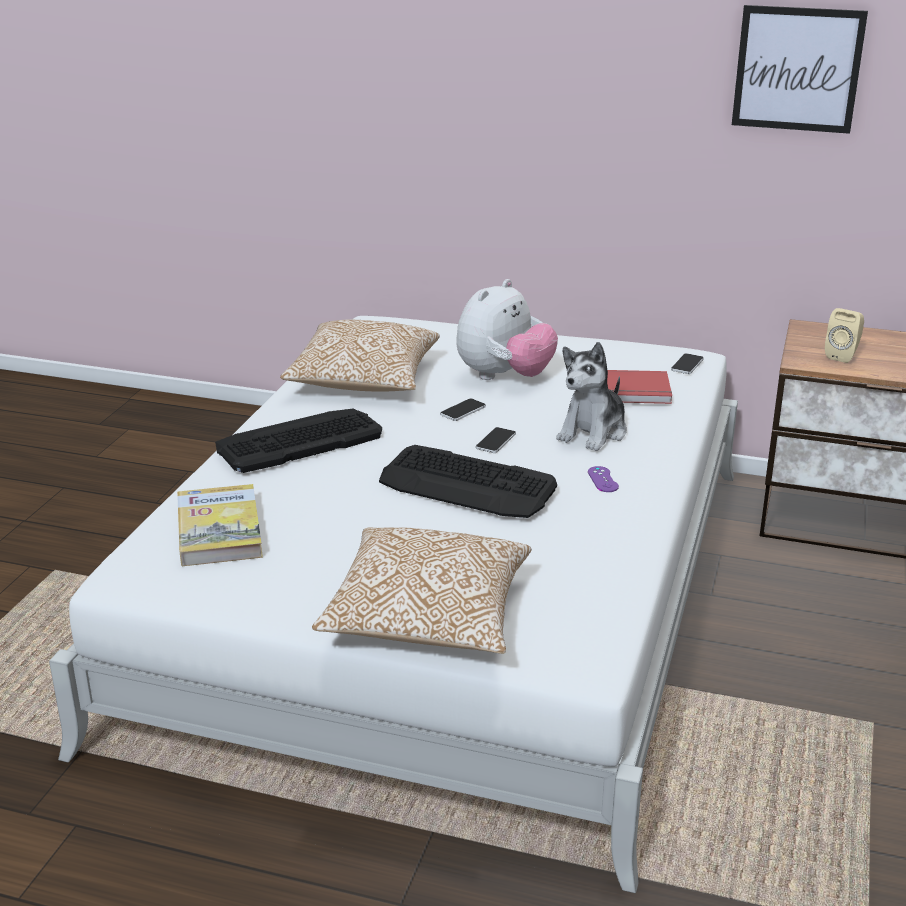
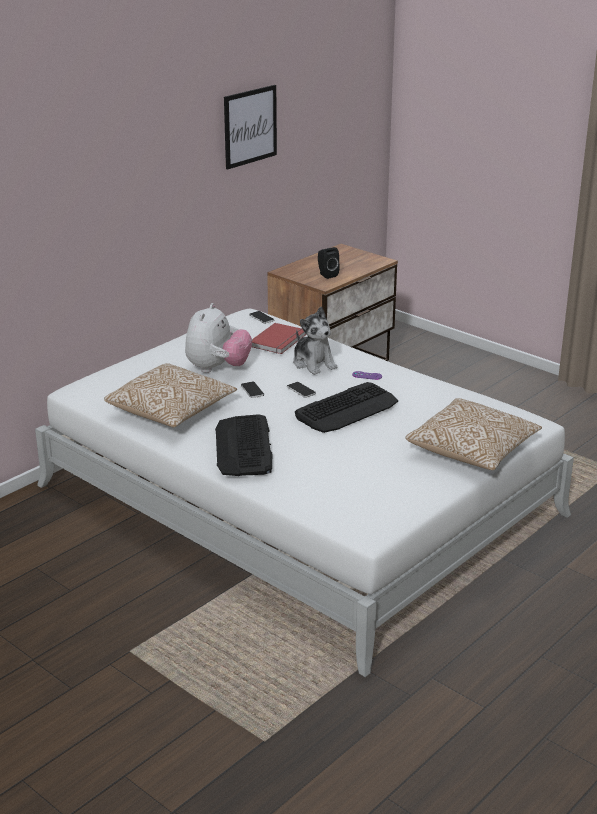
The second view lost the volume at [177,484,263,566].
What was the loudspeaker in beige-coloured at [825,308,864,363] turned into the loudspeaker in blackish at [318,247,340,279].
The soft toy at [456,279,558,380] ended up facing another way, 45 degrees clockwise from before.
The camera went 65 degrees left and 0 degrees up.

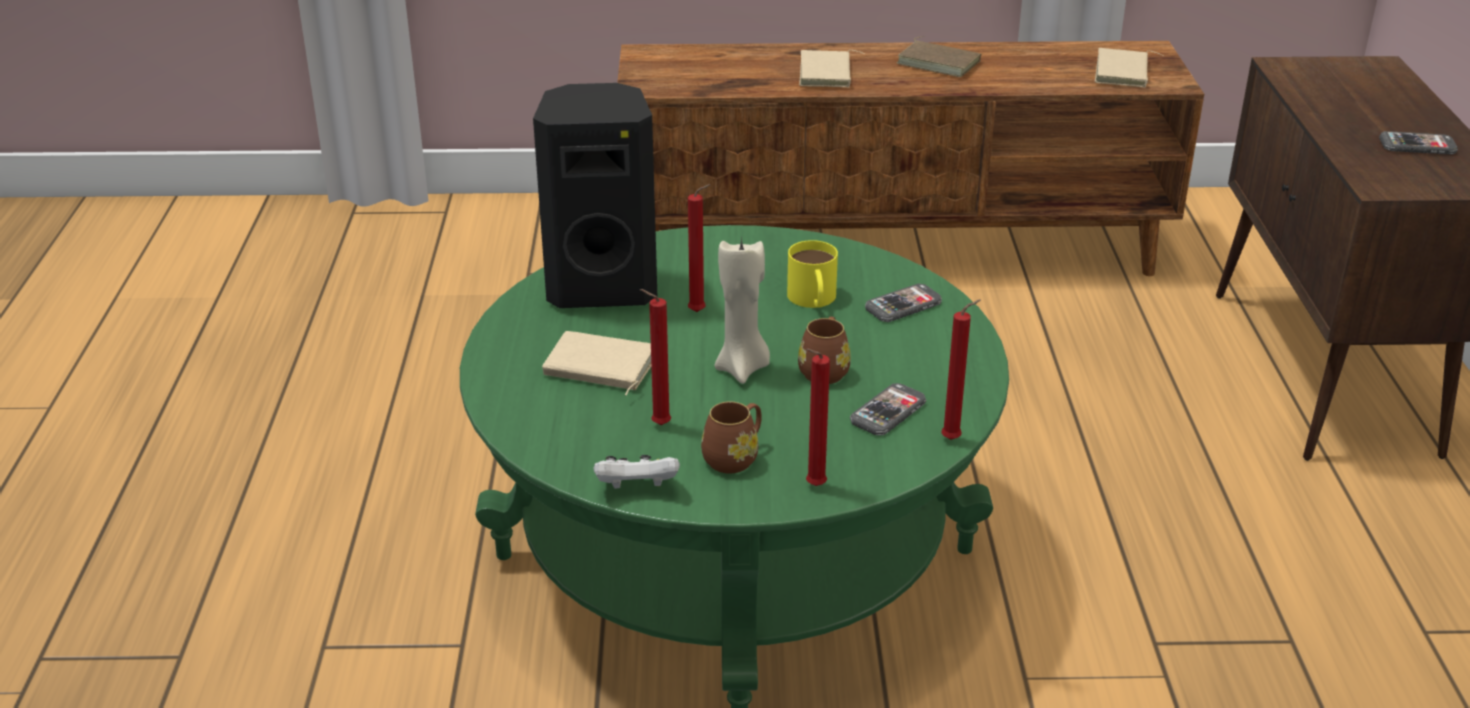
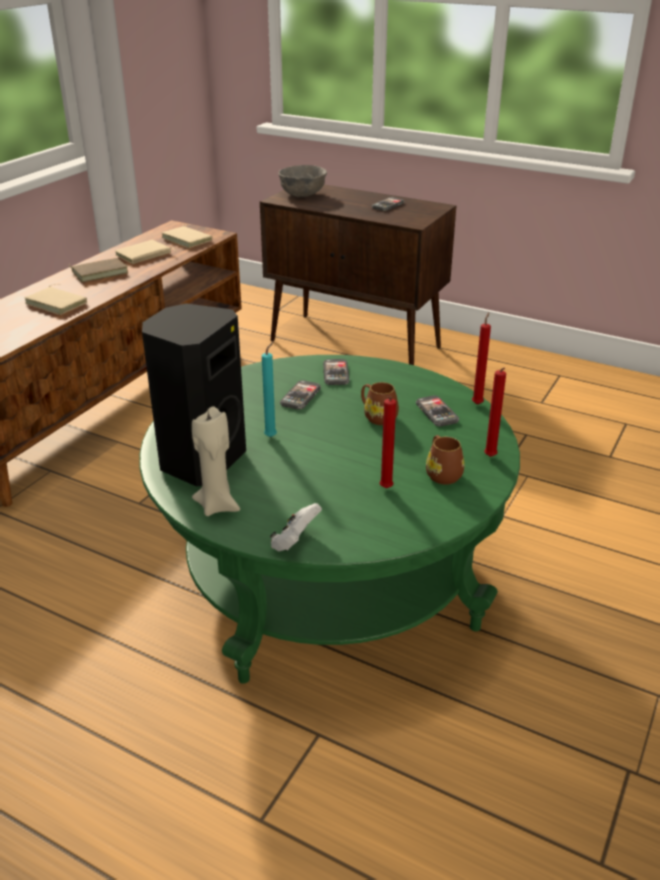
The second view gained the bowl in gray at [278,165,327,197].
The volume in beige-coloured ended up elsewhere, having gone from [542,331,651,396] to [115,240,176,264].
The game controller in whitish ended up elsewhere, having gone from [594,455,680,489] to [270,503,322,551].
The wax candle in beige-coloured ended up elsewhere, having gone from [715,236,770,384] to [192,406,240,516].
Where the coffee mug in yellow-coloured stood at [787,240,838,308], the handset came to stand at [280,380,321,410].
What was the wax candle in red at [688,184,711,312] turned into the wax candle in blue-green at [262,341,277,437].
The camera went 60 degrees left and 0 degrees up.

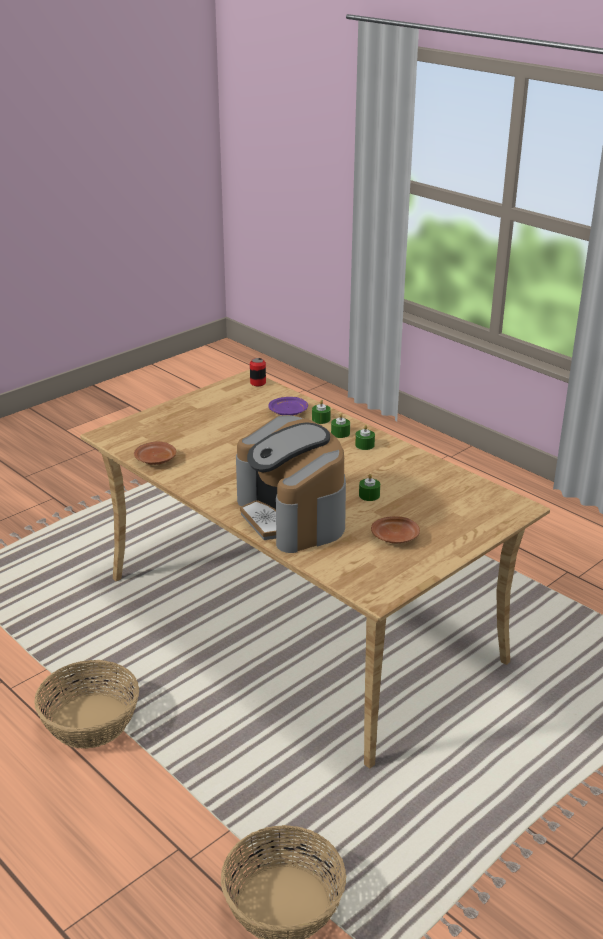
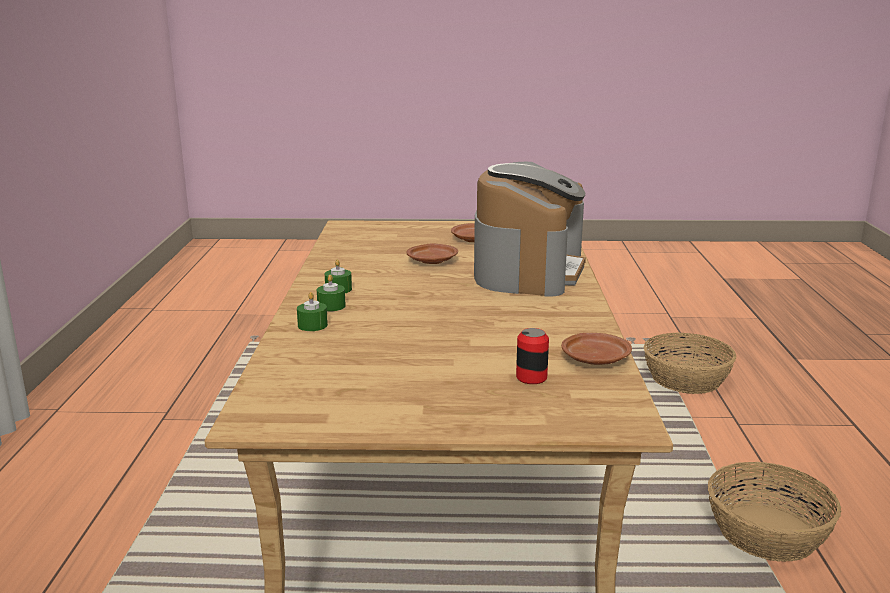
The second view lost the plate in purple at [268,397,308,415].
The metal can ended up elsewhere, having gone from [250,358,266,386] to [516,328,549,384].
Where the wax candle in greenish stood at [359,474,380,501], the plate in brown came to stand at [406,244,458,264].
The camera went 135 degrees left and 10 degrees down.

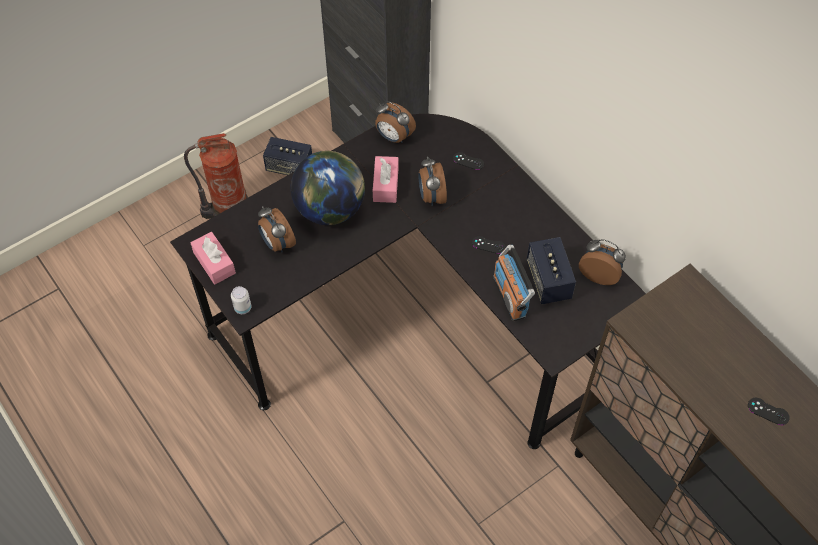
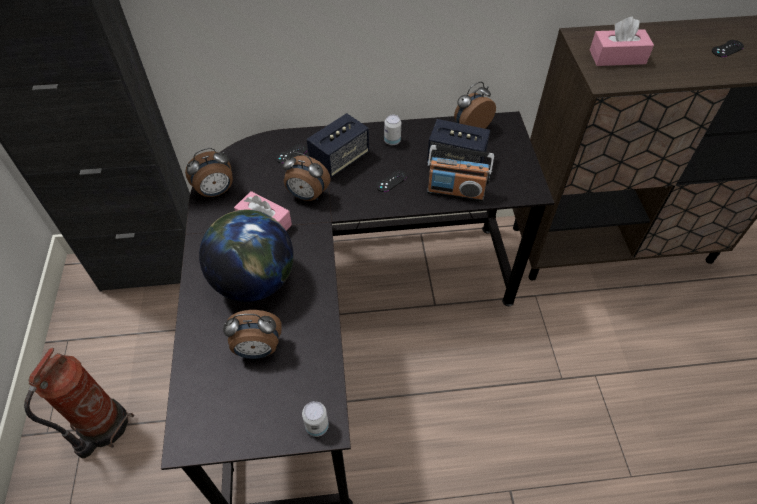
The second view gained the metal can at [384,115,401,145].
The box of tissues in pinkish ended up elsewhere, having gone from [190,232,236,284] to [590,17,654,66].
The loudspeaker ended up elsewhere, having gone from [263,137,312,175] to [307,113,369,178].
The camera went 60 degrees left and 5 degrees down.

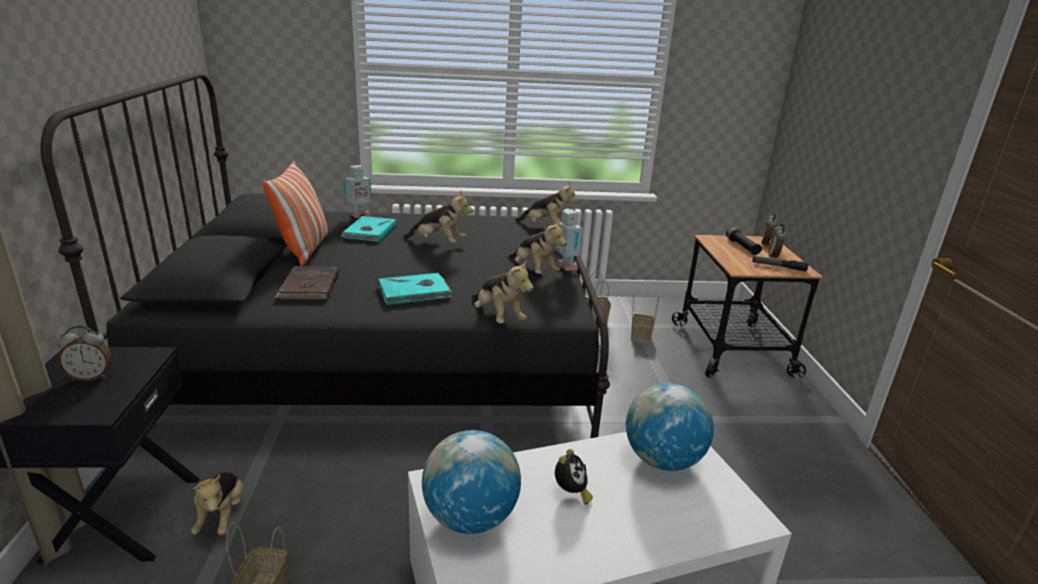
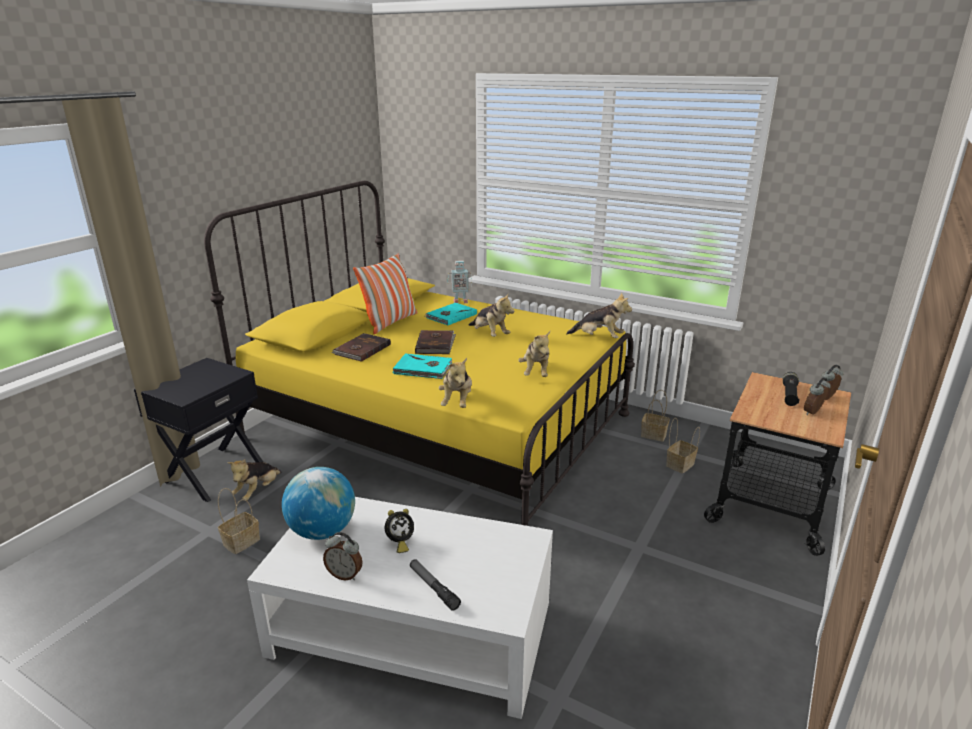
The second view lost the model robot at [555,209,582,271].
The second view lost the world globe at [626,383,714,471].
The second view gained the volume in brown at [415,330,456,354].
The table clock ended up elsewhere, having gone from [57,325,112,381] to [323,532,363,580].
The hand torch ended up elsewhere, having gone from [752,256,808,271] to [410,559,461,611].
What was the bed in blackish at [40,72,610,438] turned into the bed in yellow-coloured at [204,180,635,526].
The soft toy at [515,181,579,225] ended up facing another way, 45 degrees counterclockwise from before.
The camera went 35 degrees right and 0 degrees up.

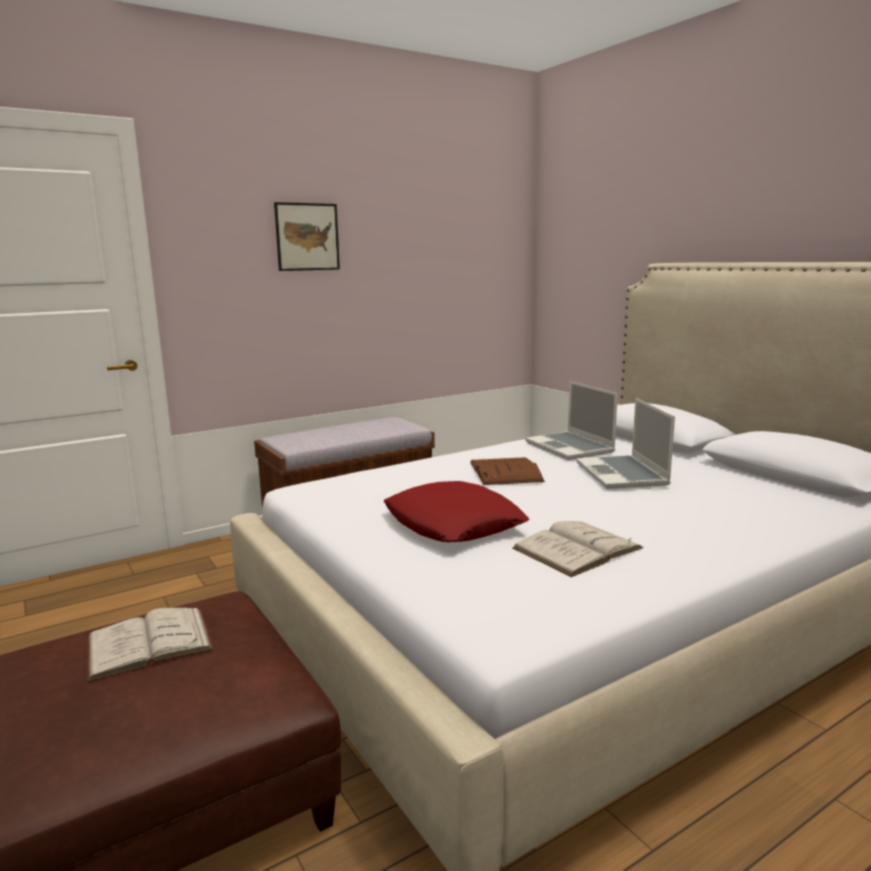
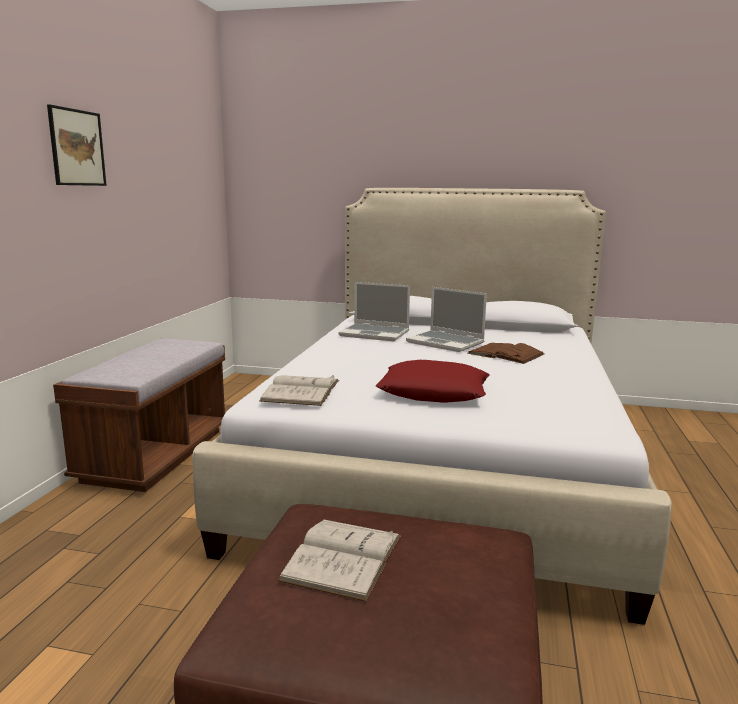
The volume in brown ended up elsewhere, having gone from [470,457,545,485] to [467,343,544,364].
The volume in whitish ended up elsewhere, having gone from [512,521,643,577] to [259,375,339,406].
The camera went 45 degrees left and 0 degrees up.

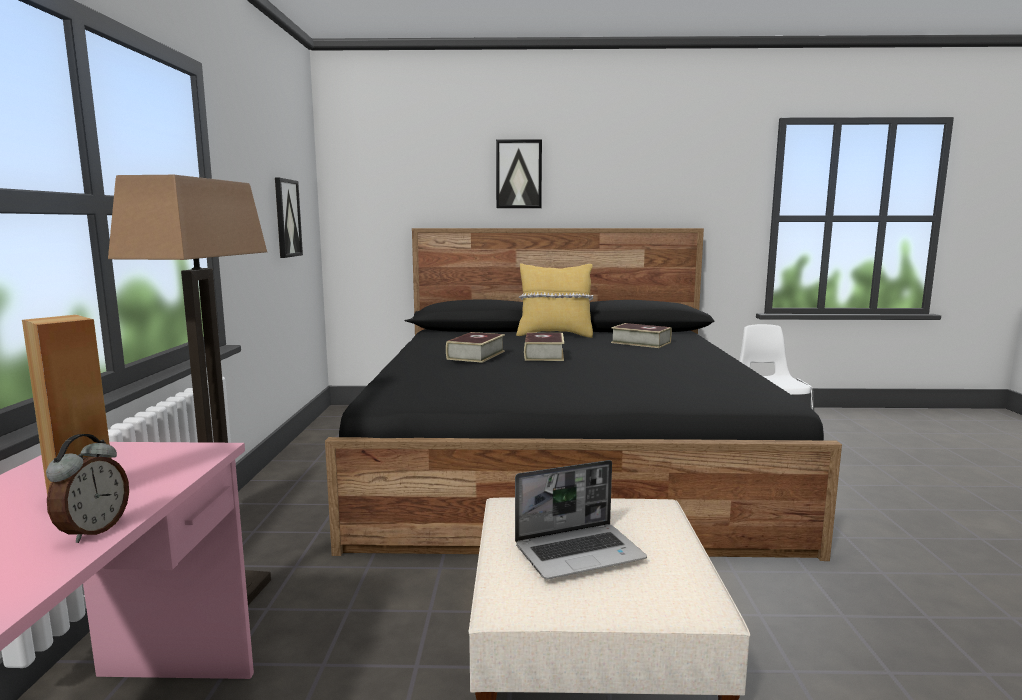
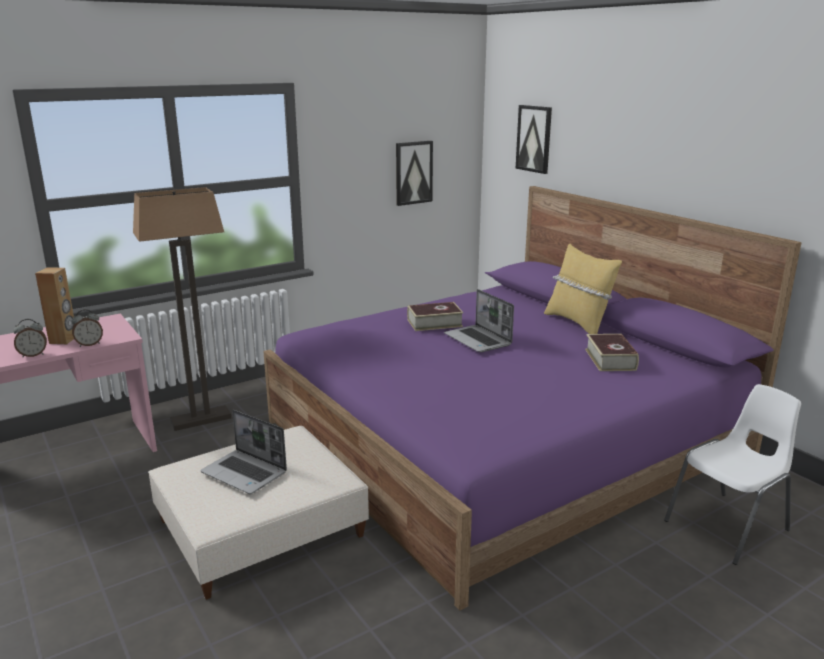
The second view gained the table clock at [72,309,103,347].
The wall picture ended up elsewhere, having gone from [496,139,542,208] to [516,105,552,174].
Where the volume stood at [524,333,564,361], the laptop came to stand at [444,289,514,352].
What was the bed in blackish at [325,228,842,561] turned into the bed in purple at [263,186,802,611].
The camera went 55 degrees right and 10 degrees up.

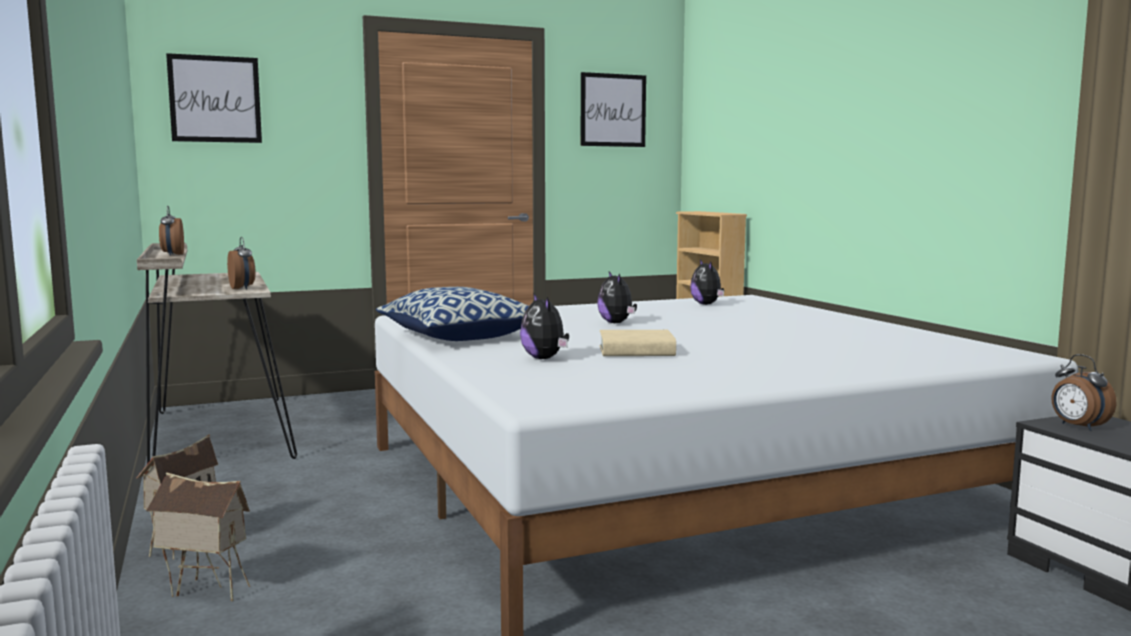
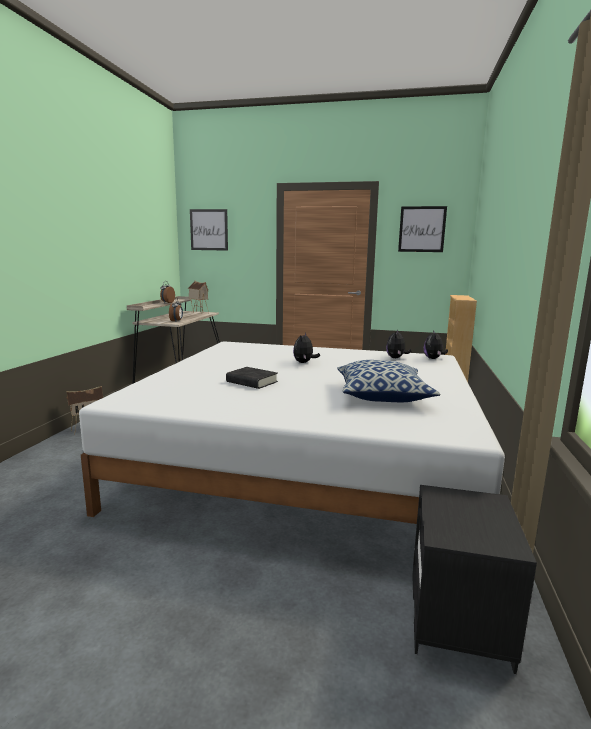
The second view lost the table clock at [1051,354,1116,431].
The miniature house ended up elsewhere, having gone from [146,472,250,601] to [187,281,209,313].
The throw pillow ended up elsewhere, having gone from [376,287,529,341] to [337,360,440,402].
The soft toy ended up elsewhere, having gone from [520,293,569,359] to [424,330,448,359].
What was the volume in beige-coloured at [600,330,676,356] turned into the volume in blackish at [226,367,278,389].
The camera went 35 degrees right and 5 degrees up.

